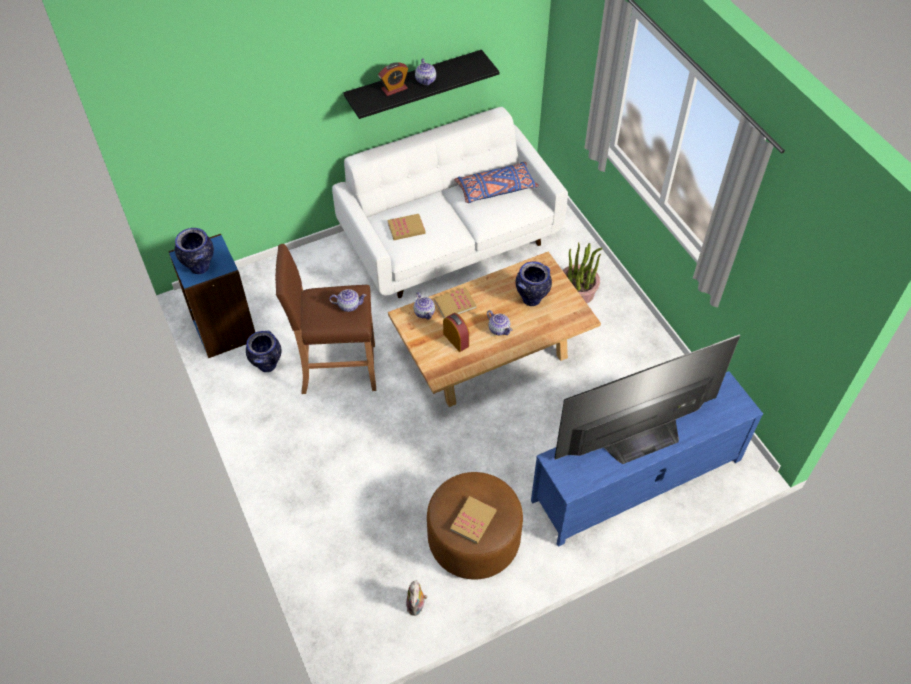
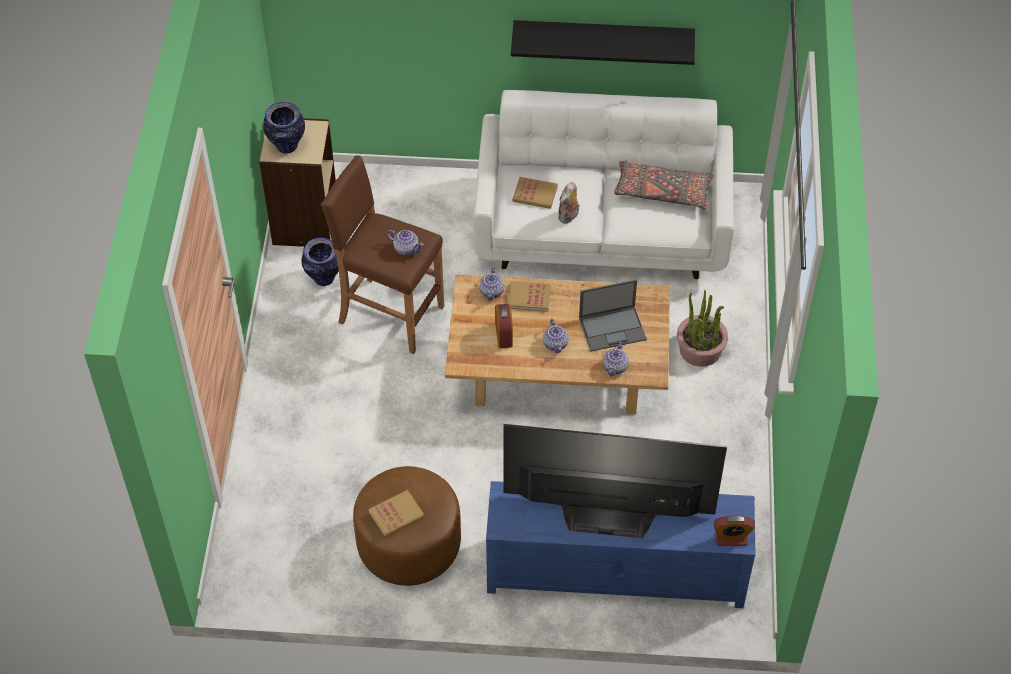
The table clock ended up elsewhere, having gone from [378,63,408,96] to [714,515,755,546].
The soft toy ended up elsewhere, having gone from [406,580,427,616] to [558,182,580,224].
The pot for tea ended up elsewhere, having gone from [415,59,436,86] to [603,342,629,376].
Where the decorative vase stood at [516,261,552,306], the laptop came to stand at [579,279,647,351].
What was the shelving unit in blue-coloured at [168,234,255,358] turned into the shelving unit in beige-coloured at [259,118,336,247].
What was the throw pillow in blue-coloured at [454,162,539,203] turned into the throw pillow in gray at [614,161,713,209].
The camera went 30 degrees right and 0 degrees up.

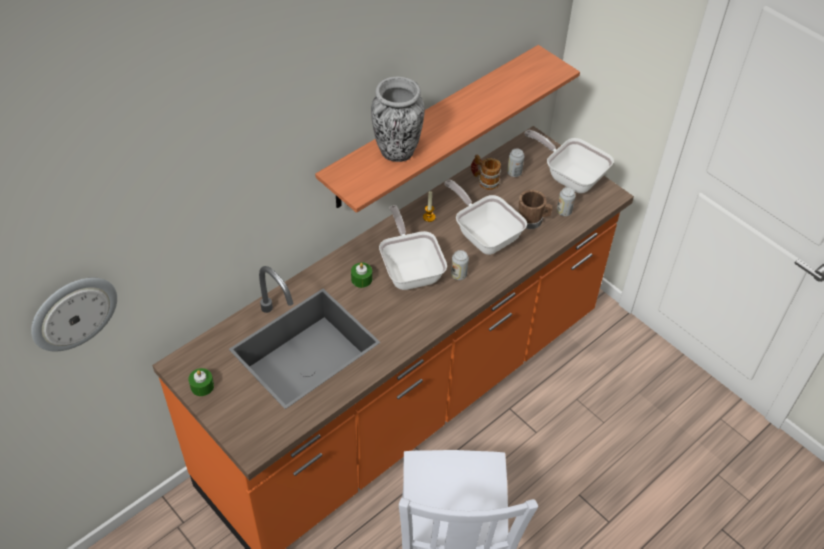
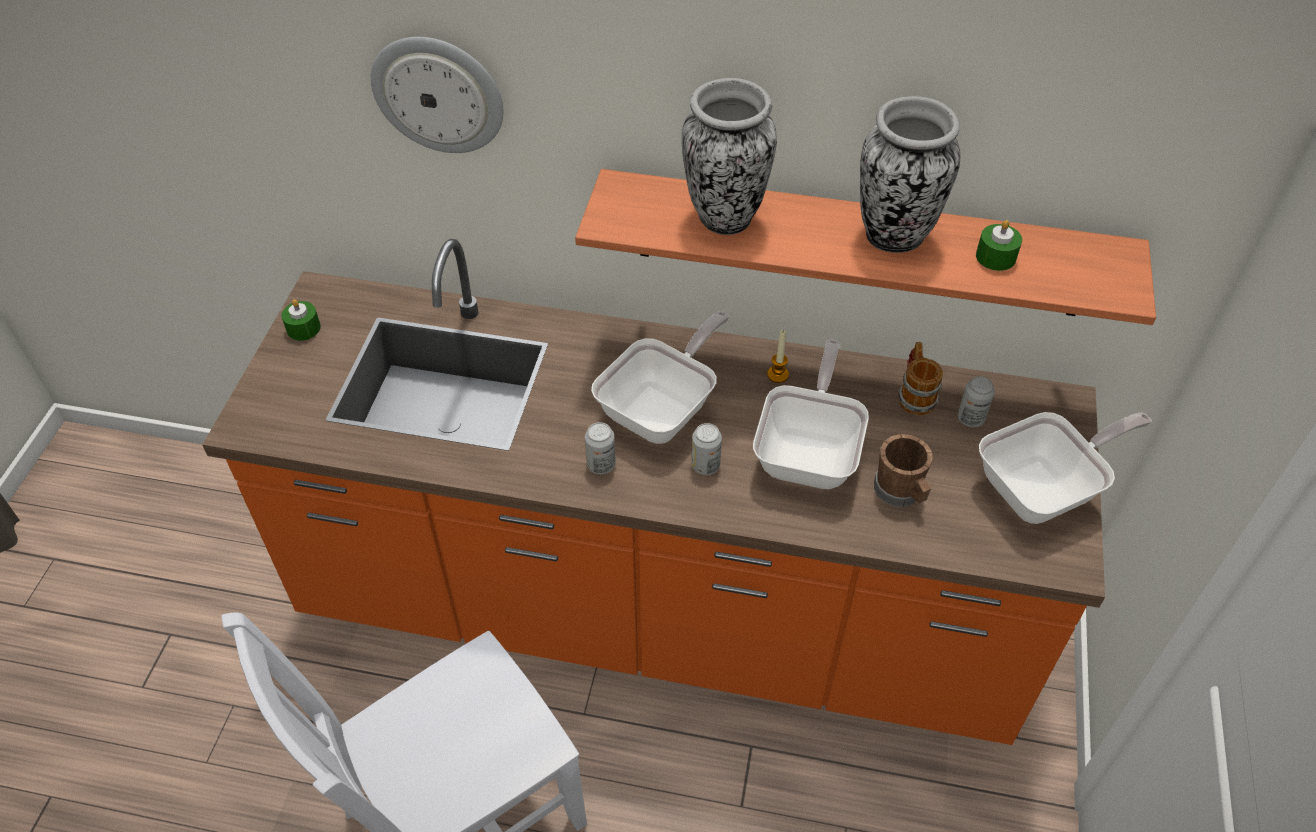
The second view gained the decorative vase at [860,96,960,253].
The hanging clock ended up elsewhere, having gone from [31,278,117,352] to [371,37,503,153].
The wax candle in greenish ended up elsewhere, having gone from [351,263,372,288] to [976,220,1022,271].
The metal can ended up elsewhere, having gone from [557,187,576,216] to [585,422,616,474].
The skillet at [524,130,614,193] ended up facing another way, 60 degrees clockwise from before.
The camera went 55 degrees right and 0 degrees up.

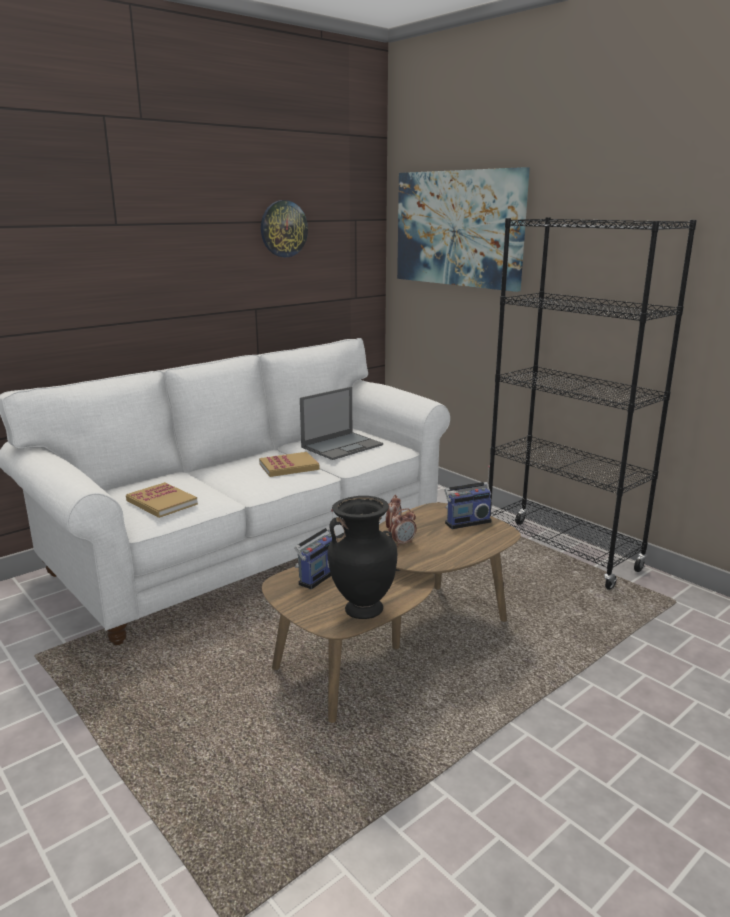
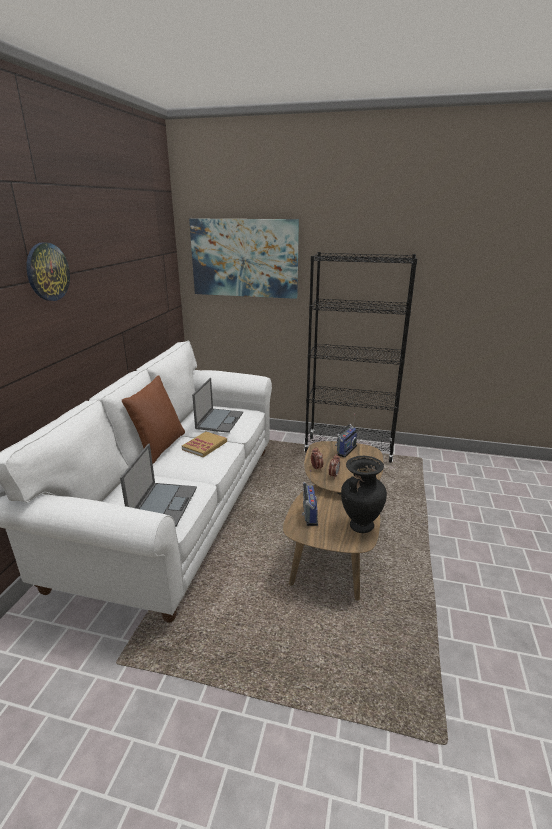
The second view gained the throw pillow in brown at [122,375,185,464].
The hanging clock ended up elsewhere, having gone from [261,200,308,257] to [26,242,70,301].
Where the volume stood at [126,482,198,518], the laptop came to stand at [120,444,197,527].
The camera went 35 degrees left and 5 degrees up.

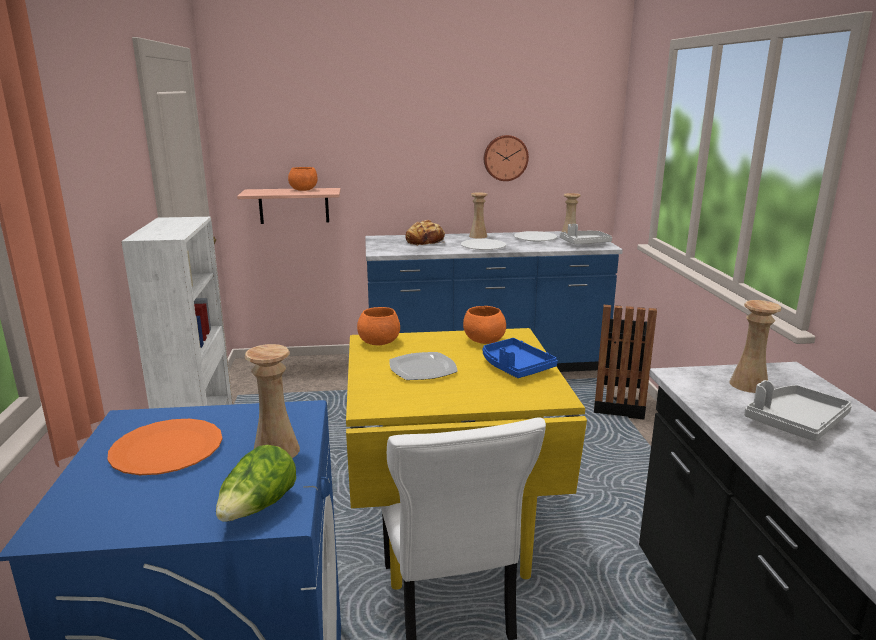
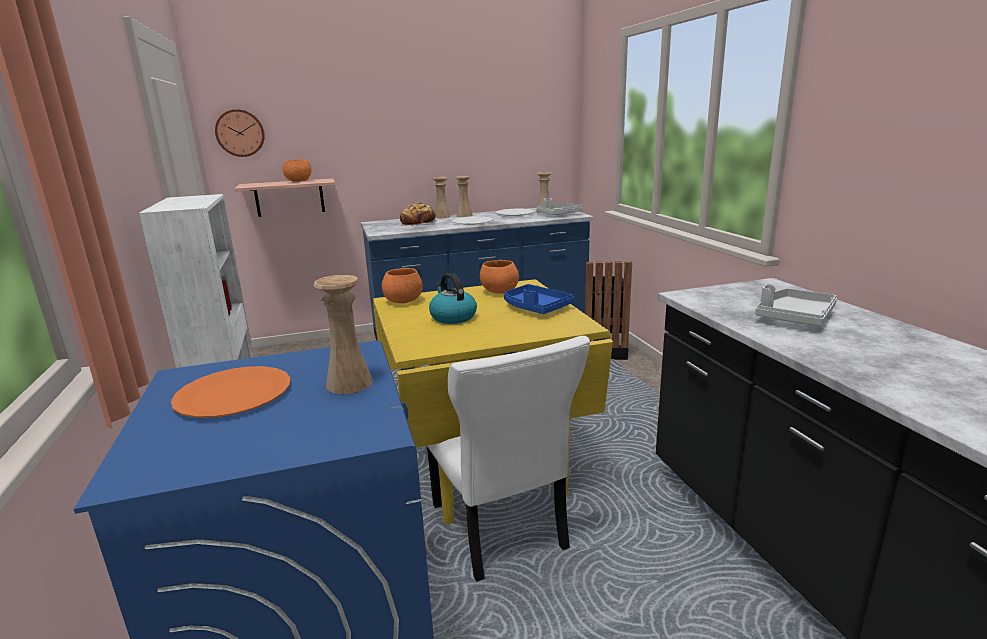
The second view lost the lettuce head at [216,445,296,522].
The hanging clock ended up elsewhere, having gone from [484,135,529,181] to [215,109,265,157].
The decorative vase in beige-coloured ended up elsewhere, having gone from [729,300,782,393] to [432,177,451,218].
Where the plate stood at [389,352,458,380], the water kettle came to stand at [429,273,477,324].
The camera went 10 degrees left and 0 degrees up.

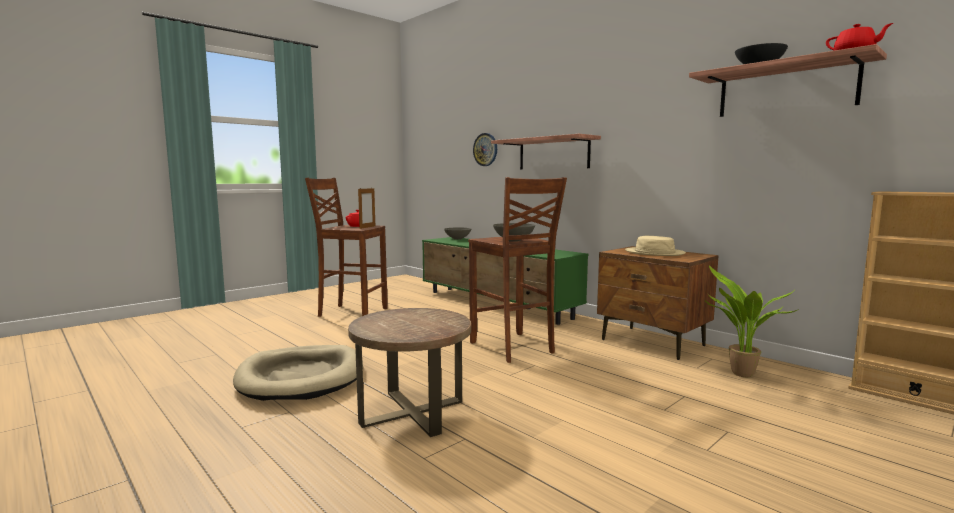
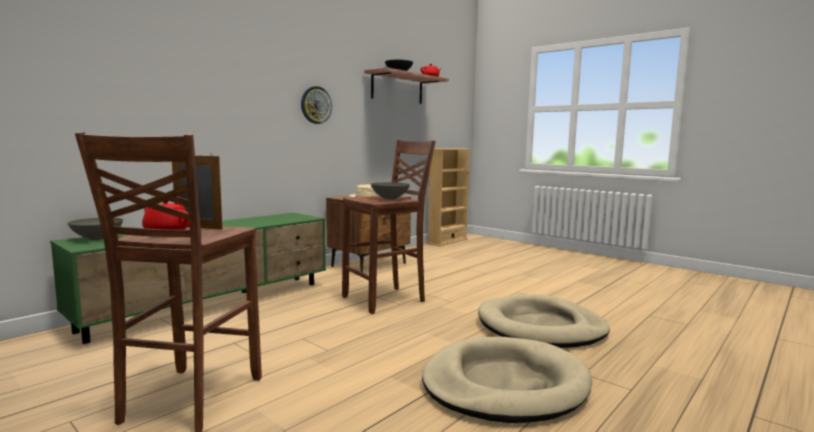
The second view lost the bracket shelf at [491,134,601,170].
The second view lost the plant in a pot at [705,265,799,377].
The hanging clock ended up elsewhere, having gone from [473,133,497,166] to [301,86,332,124].
Where the side table in brown stood at [348,308,471,437], the dog cushion in beige-coloured came to stand at [478,294,610,348].
The camera went 95 degrees left and 0 degrees up.

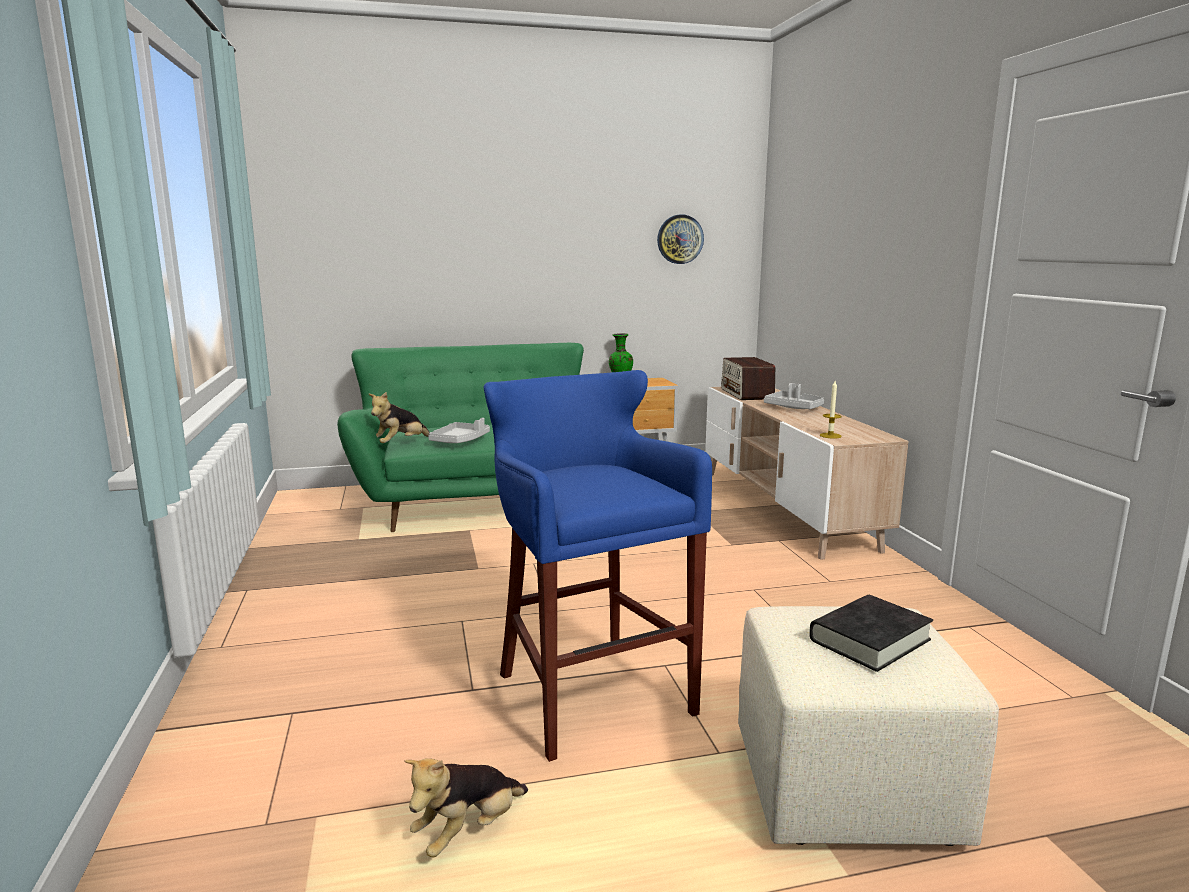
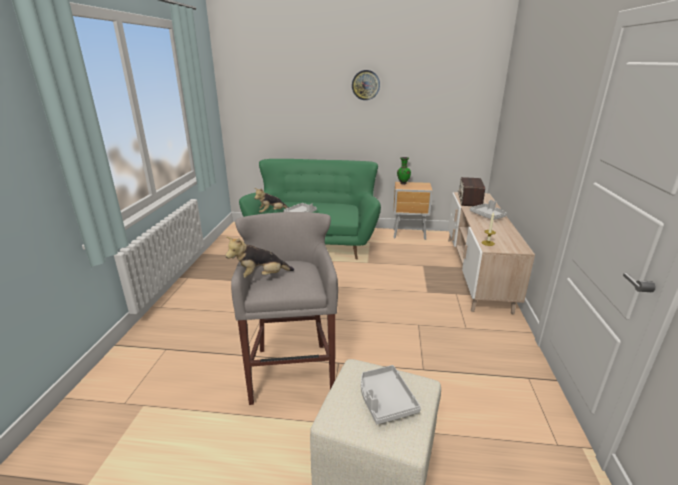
The soft toy ended up elsewhere, having gone from [404,758,528,858] to [225,237,294,278].
The hanging clock ended up elsewhere, having gone from [657,215,704,264] to [352,70,380,100].
Where the volume in blackish stood at [809,595,933,672], the tray in gray came to stand at [361,365,421,424].
What was the stool seat in blue-coloured at [483,370,712,762] turned into the stool seat in gray at [231,212,338,405].
The camera went 20 degrees right and 10 degrees up.

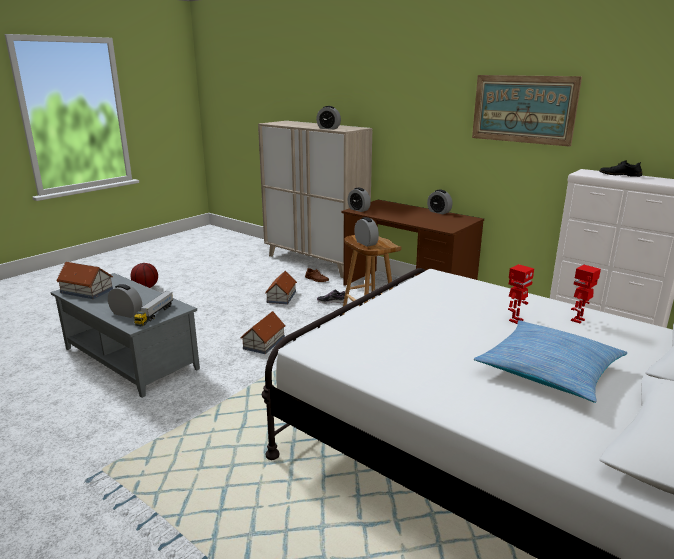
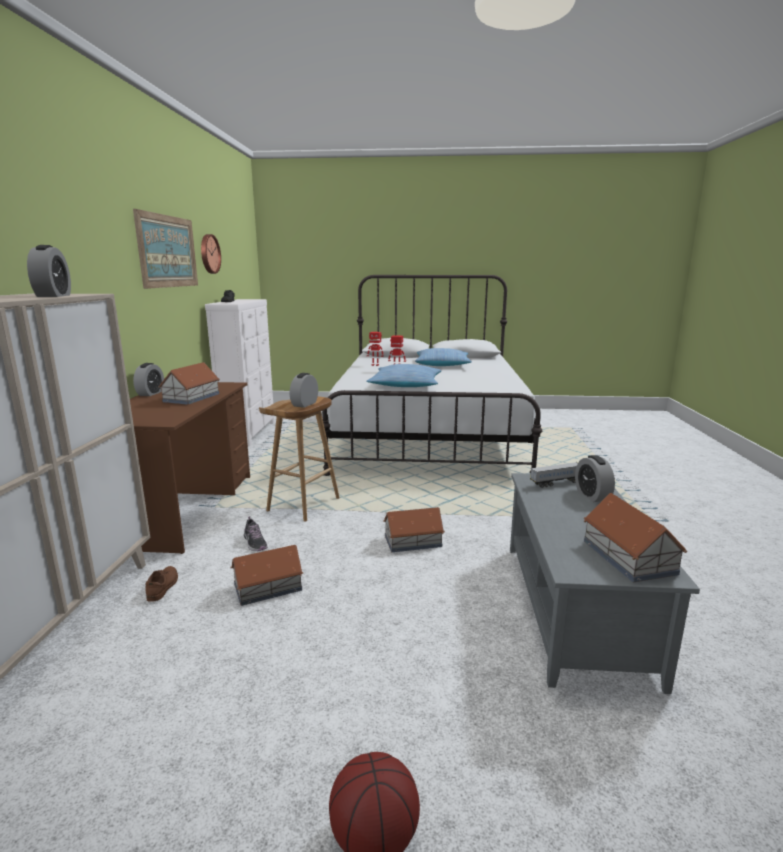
The second view lost the table clock at [347,188,371,212].
The second view gained the miniature house at [158,362,219,405].
The second view gained the hanging clock at [201,234,221,274].
The second view gained the throw pillow at [366,364,442,387].
The camera went 125 degrees left and 5 degrees down.

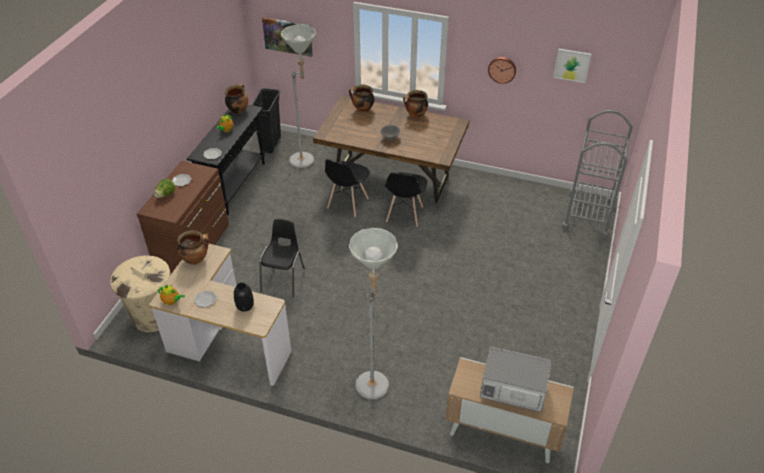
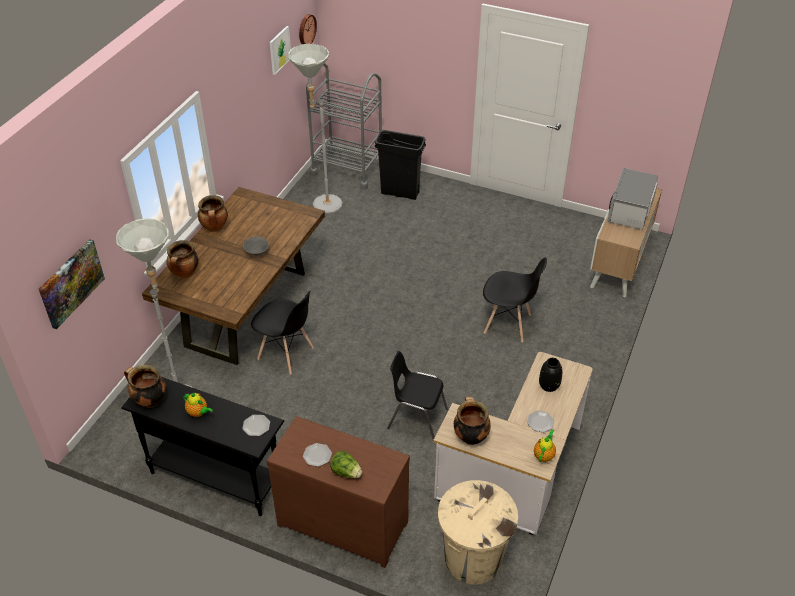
The trash can in blackish ended up elsewhere, having gone from [252,88,281,154] to [375,130,426,200].
The standing lamp in gray ended up elsewhere, having gone from [349,228,398,400] to [288,44,343,214].
The upright chair in blackish ended up elsewhere, having gone from [385,172,427,227] to [483,257,547,342].
The hanging clock ended up elsewhere, having gone from [488,57,516,84] to [299,14,317,44].
The camera went 85 degrees left and 0 degrees up.

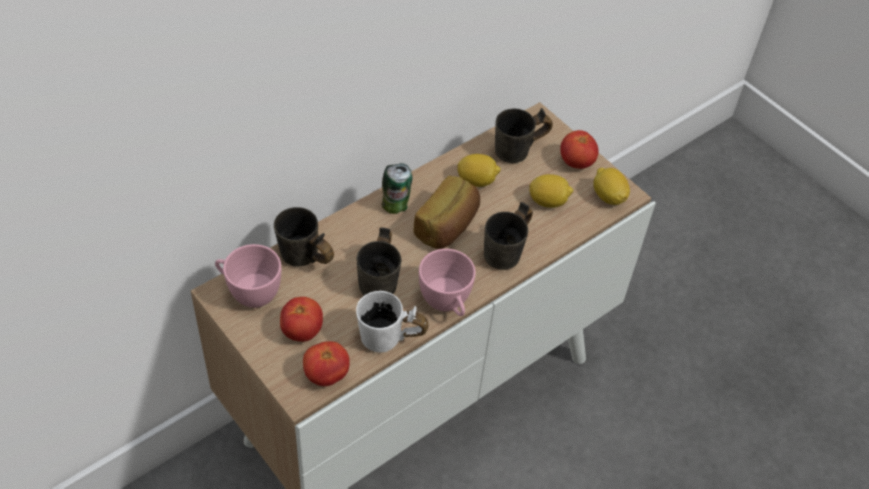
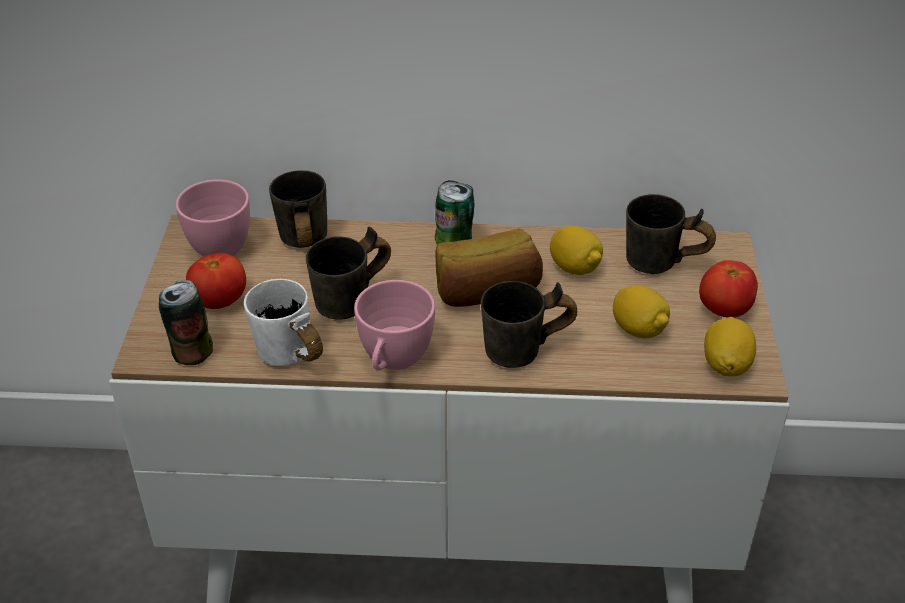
Where the whole tomato stood at [303,341,350,386], the metal can came to stand at [159,280,213,365].
The camera went 45 degrees right and 10 degrees down.

